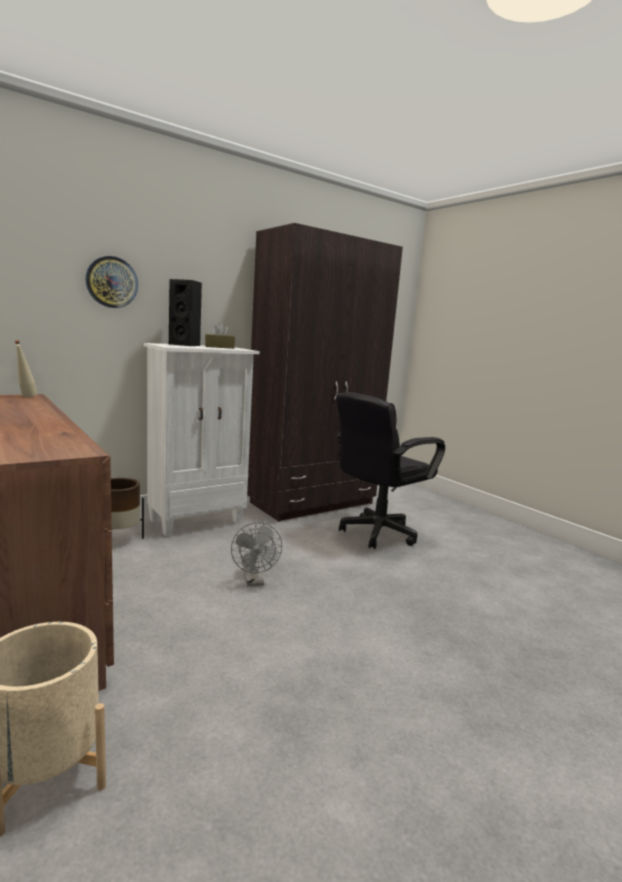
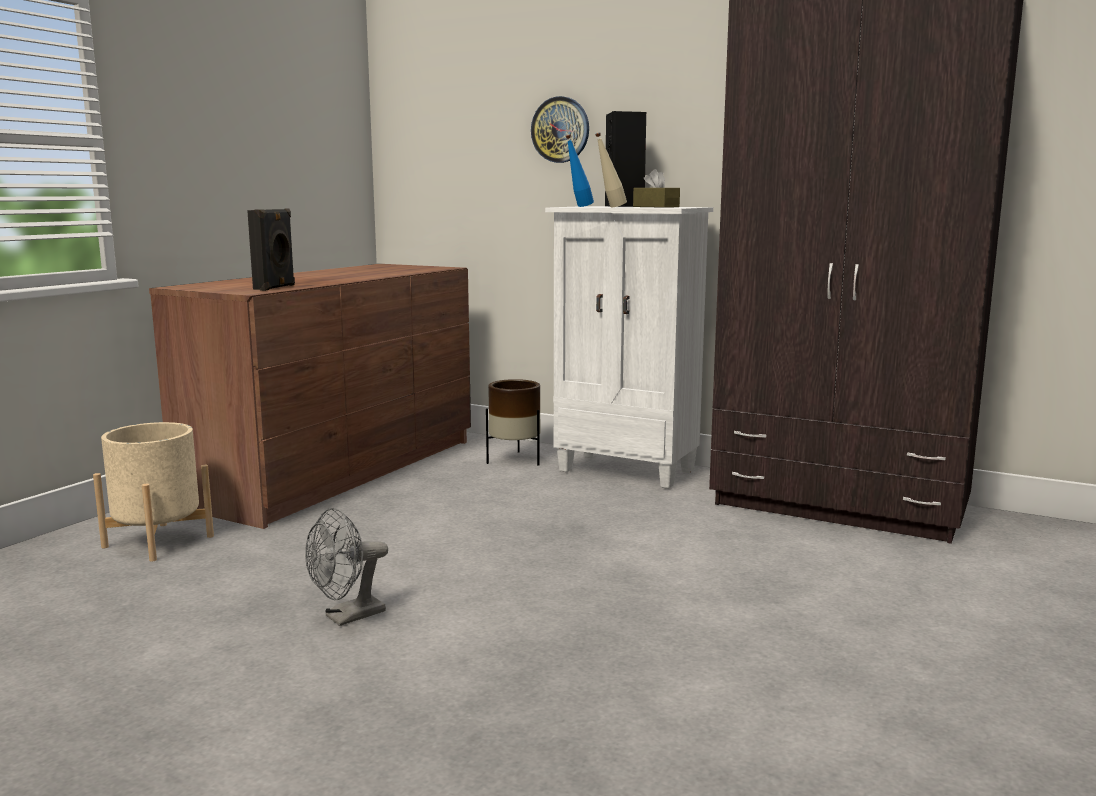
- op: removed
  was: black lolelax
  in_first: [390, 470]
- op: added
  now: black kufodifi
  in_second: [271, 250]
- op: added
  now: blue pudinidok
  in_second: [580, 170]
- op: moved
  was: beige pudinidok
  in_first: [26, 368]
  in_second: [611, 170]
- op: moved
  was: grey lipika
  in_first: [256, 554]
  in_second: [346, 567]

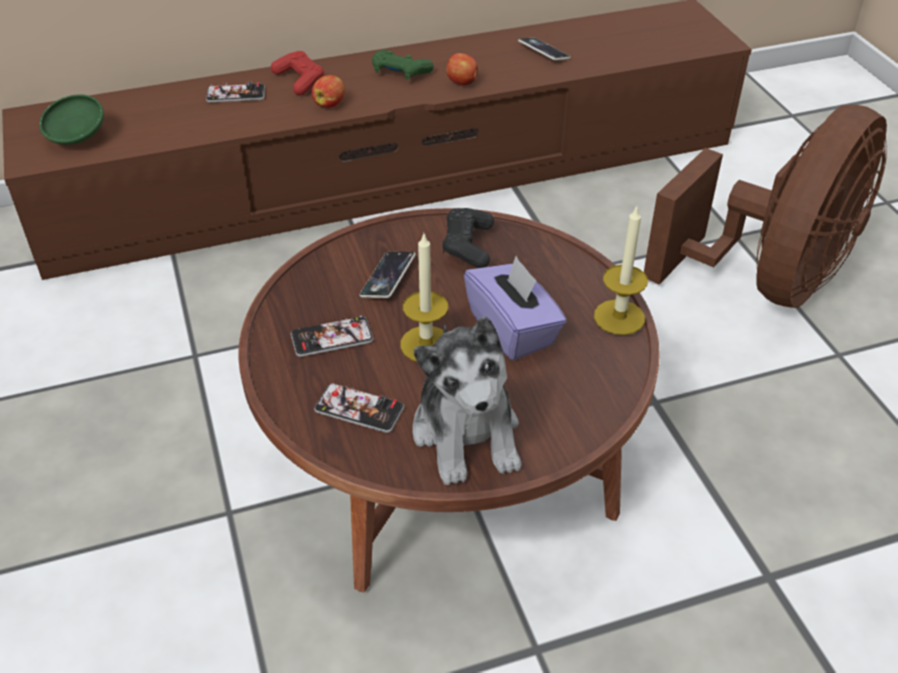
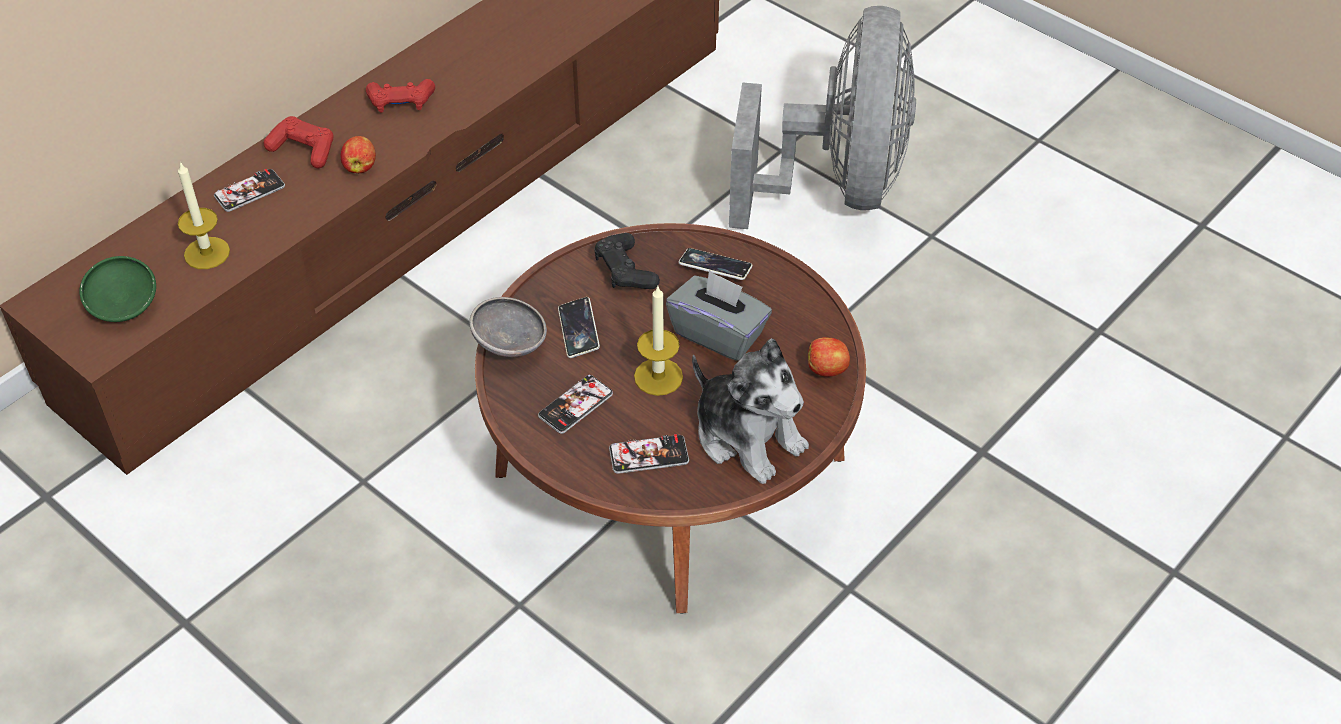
- op: added
  now: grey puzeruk
  in_second: [508, 327]
- op: moved
  was: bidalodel
  in_first: [462, 69]
  in_second: [829, 357]
- op: moved
  was: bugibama
  in_first: [544, 49]
  in_second: [715, 264]
- op: moved
  was: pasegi
  in_first: [621, 270]
  in_second: [204, 215]
- op: recoloured
  was: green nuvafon
  now: red nuvafon
  in_first: [403, 65]
  in_second: [400, 96]
- op: recoloured
  was: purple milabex
  now: grey milabex
  in_first: [515, 308]
  in_second: [719, 315]
- op: recoloured
  was: brown lipika
  now: grey lipika
  in_first: [765, 206]
  in_second: [822, 117]

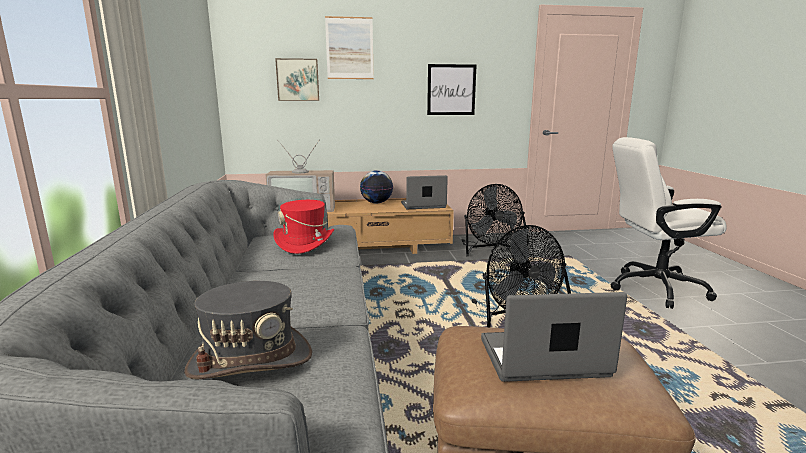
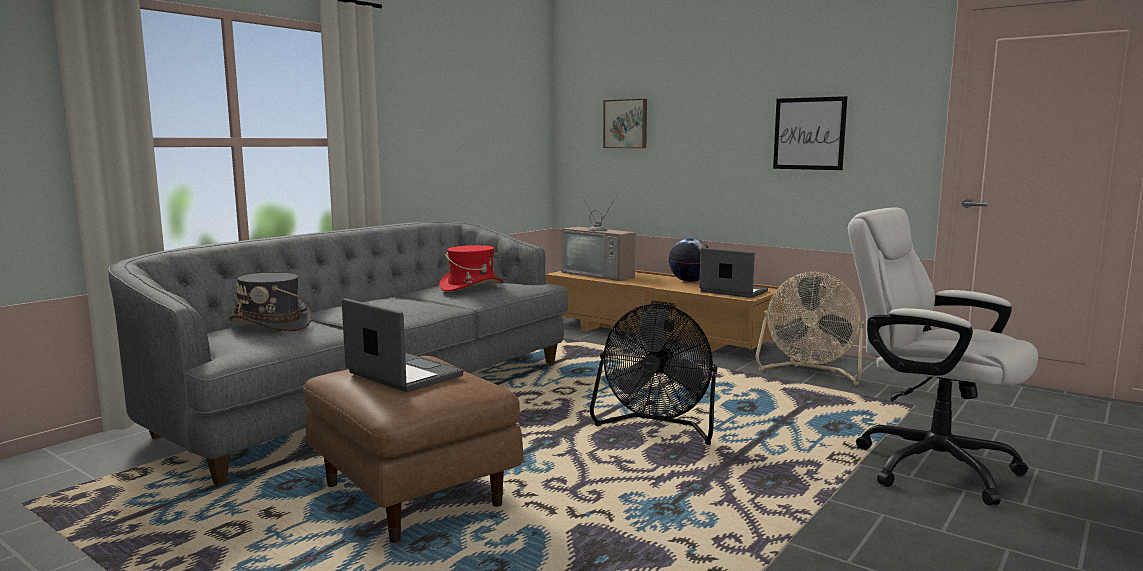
- op: removed
  was: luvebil
  in_first: [349, 47]
- op: recoloured
  was: black lipika
  now: beige lipika
  in_first: [495, 220]
  in_second: [810, 328]

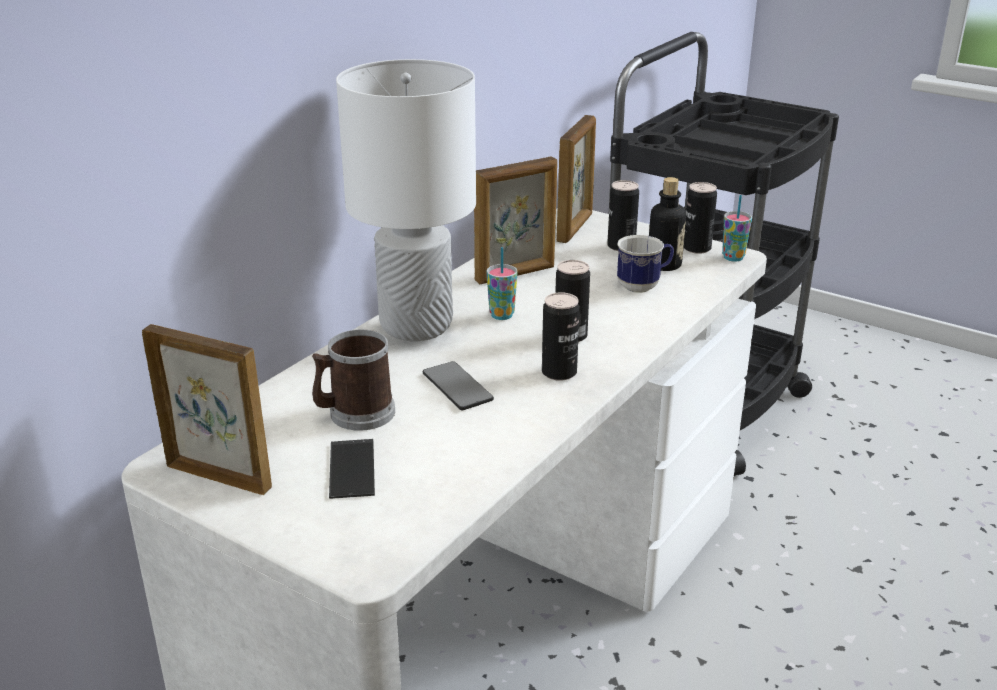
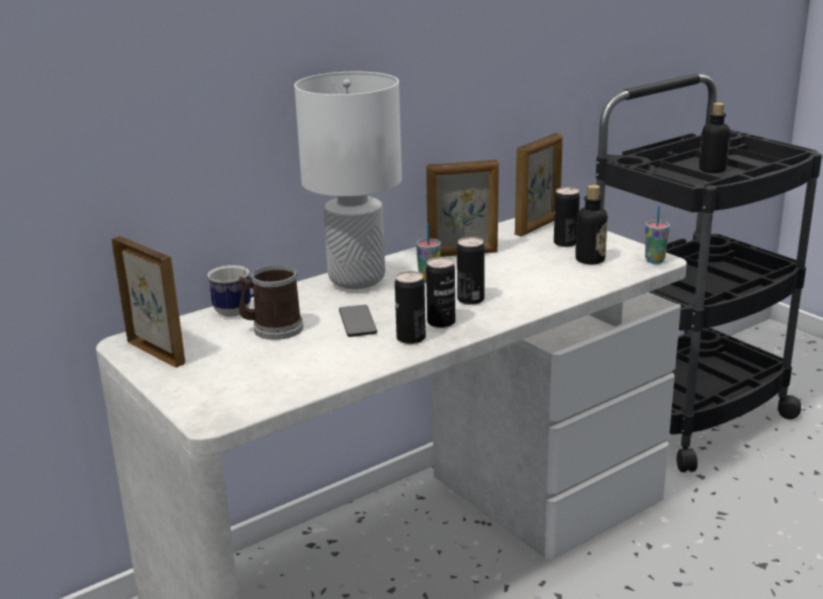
- op: removed
  was: bugibama
  in_first: [352, 469]
- op: added
  now: pudinidok
  in_second: [714, 138]
- op: moved
  was: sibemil
  in_first: [645, 264]
  in_second: [230, 291]
- op: moved
  was: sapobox
  in_first: [700, 218]
  in_second: [410, 307]

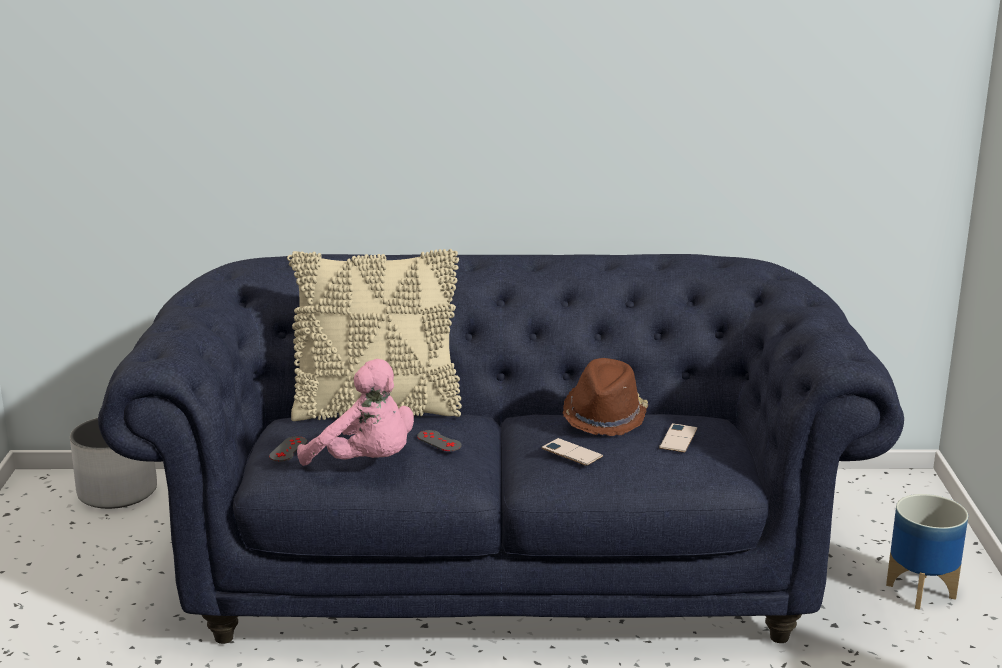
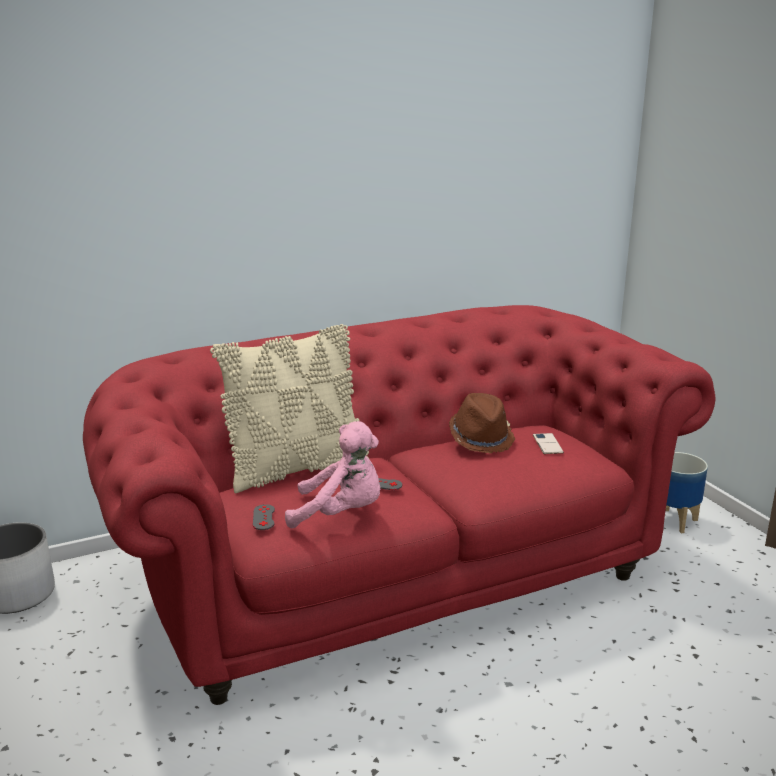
- op: removed
  was: bugibama
  in_first: [572, 452]
- op: recoloured
  was: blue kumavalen
  now: red kumavalen
  in_first: [501, 449]
  in_second: [399, 505]

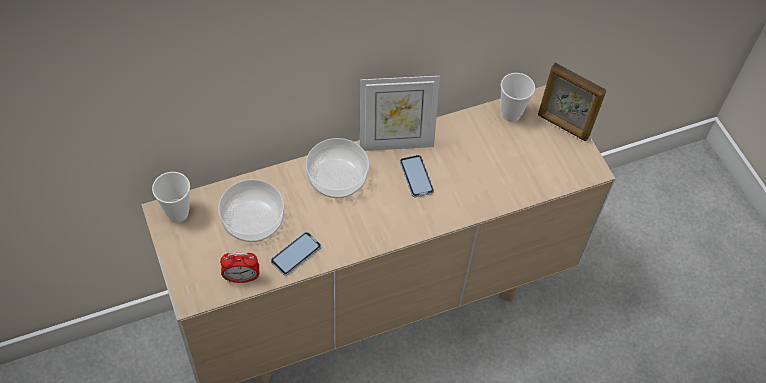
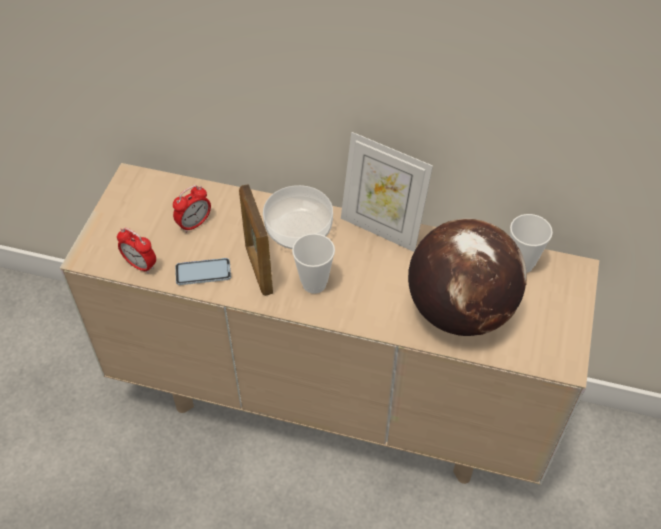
- op: removed
  was: bugibama
  in_first: [417, 176]
- op: added
  now: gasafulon
  in_second: [467, 277]
- op: moved
  was: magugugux
  in_first: [171, 197]
  in_second: [313, 263]
- op: moved
  was: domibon
  in_first: [572, 102]
  in_second: [256, 240]
- op: replaced
  was: puzeruk
  now: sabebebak
  in_first: [251, 210]
  in_second: [192, 209]

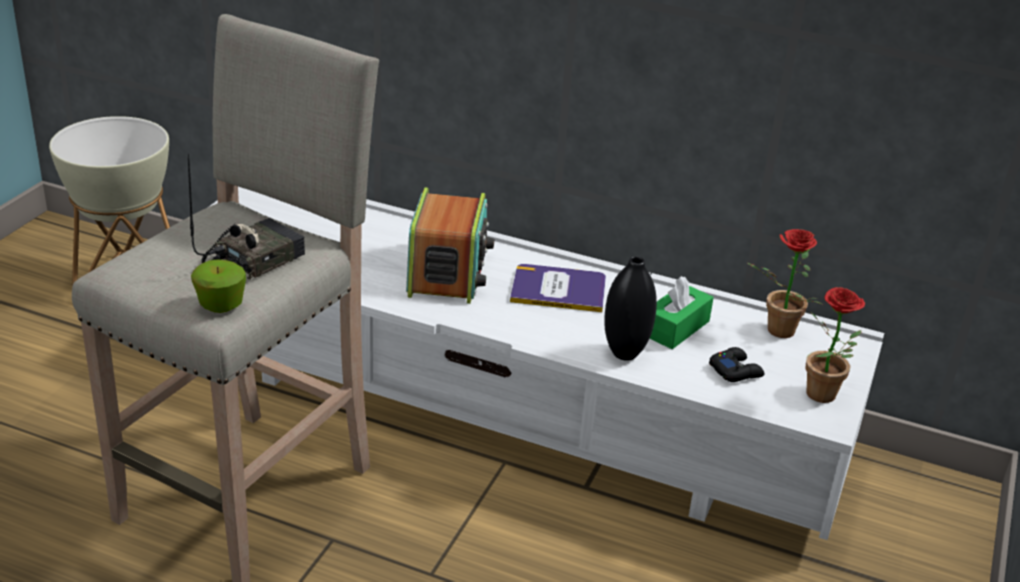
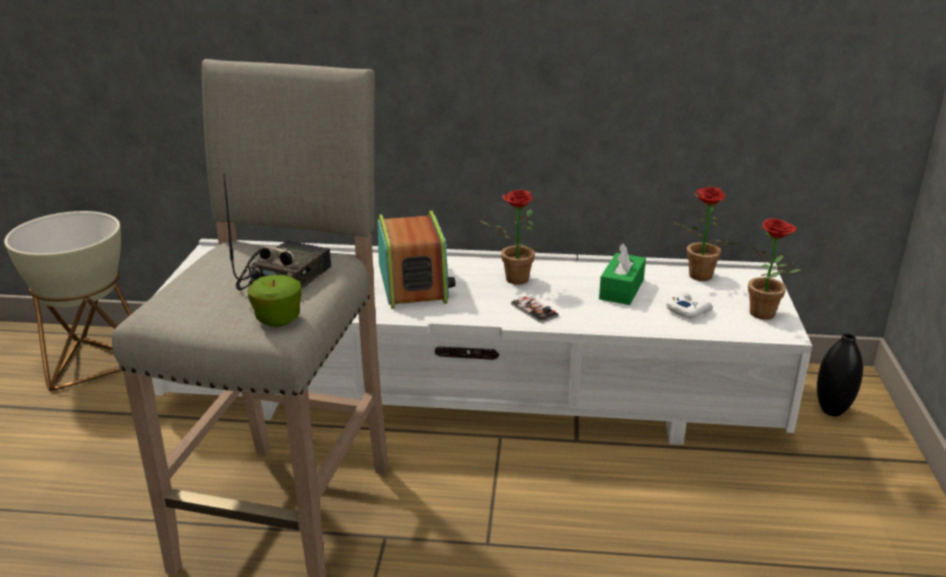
- op: added
  now: bugibama
  in_second: [535, 308]
- op: moved
  was: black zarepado
  in_first: [630, 308]
  in_second: [840, 374]
- op: replaced
  was: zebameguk
  now: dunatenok
  in_first: [558, 288]
  in_second: [510, 237]
- op: recoloured
  was: black nuvafon
  now: white nuvafon
  in_first: [736, 364]
  in_second: [689, 305]

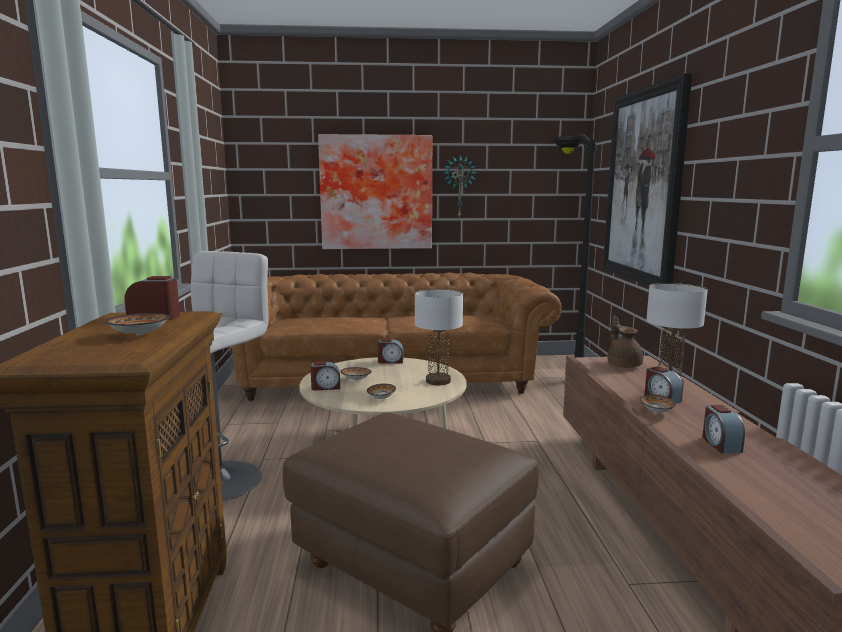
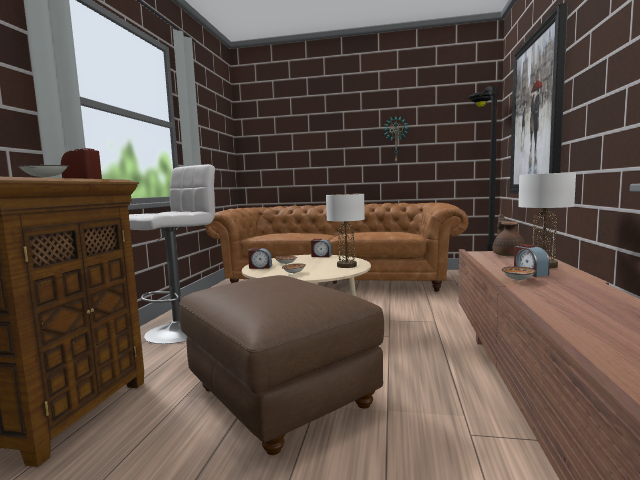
- op: removed
  was: luvebil
  in_first: [375, 191]
- op: removed
  was: sabebebak
  in_first: [723, 429]

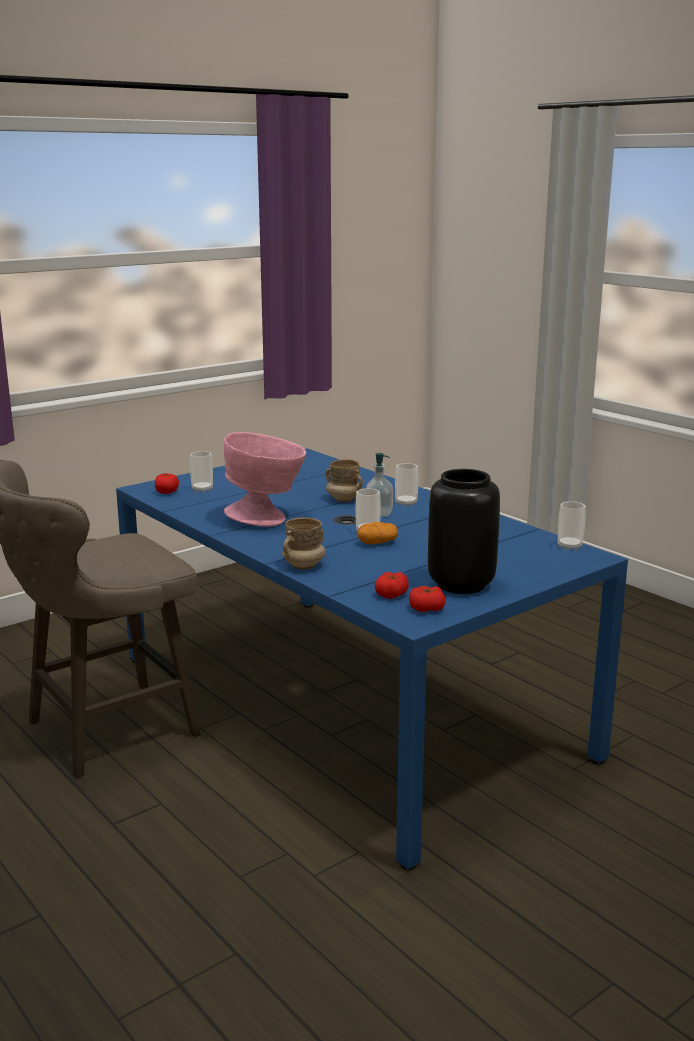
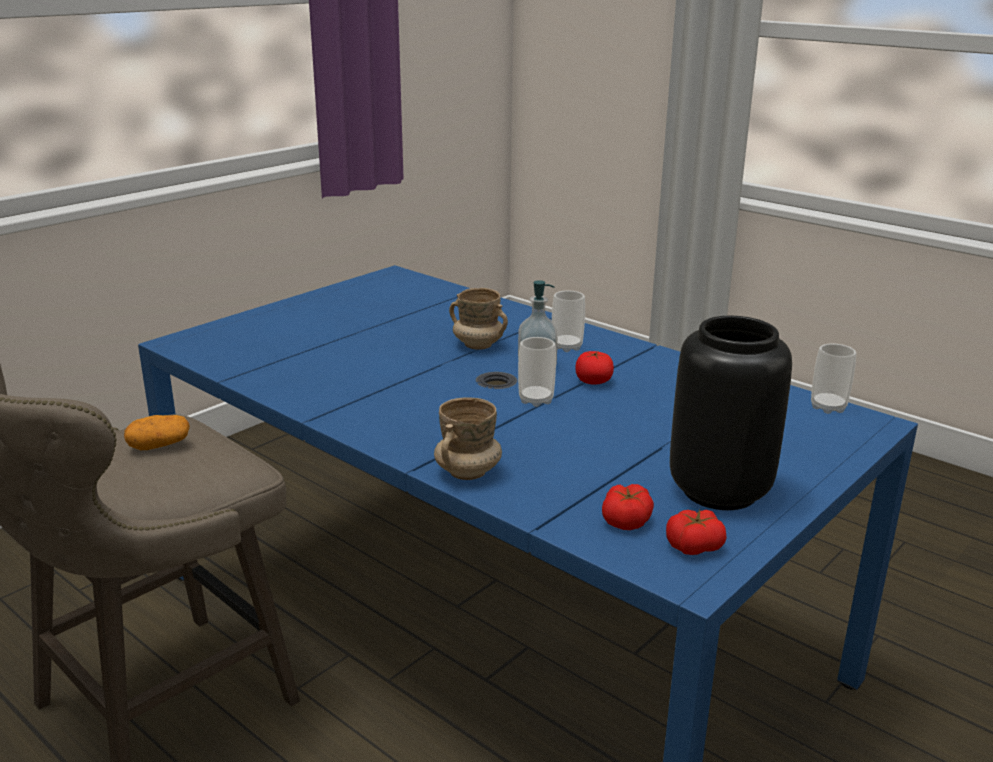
- op: removed
  was: magugugux
  in_first: [201, 472]
- op: removed
  was: pink puzeruk
  in_first: [265, 479]
- op: moved
  was: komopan
  in_first: [167, 483]
  in_second: [594, 368]
- op: moved
  was: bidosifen
  in_first: [377, 533]
  in_second: [157, 432]

